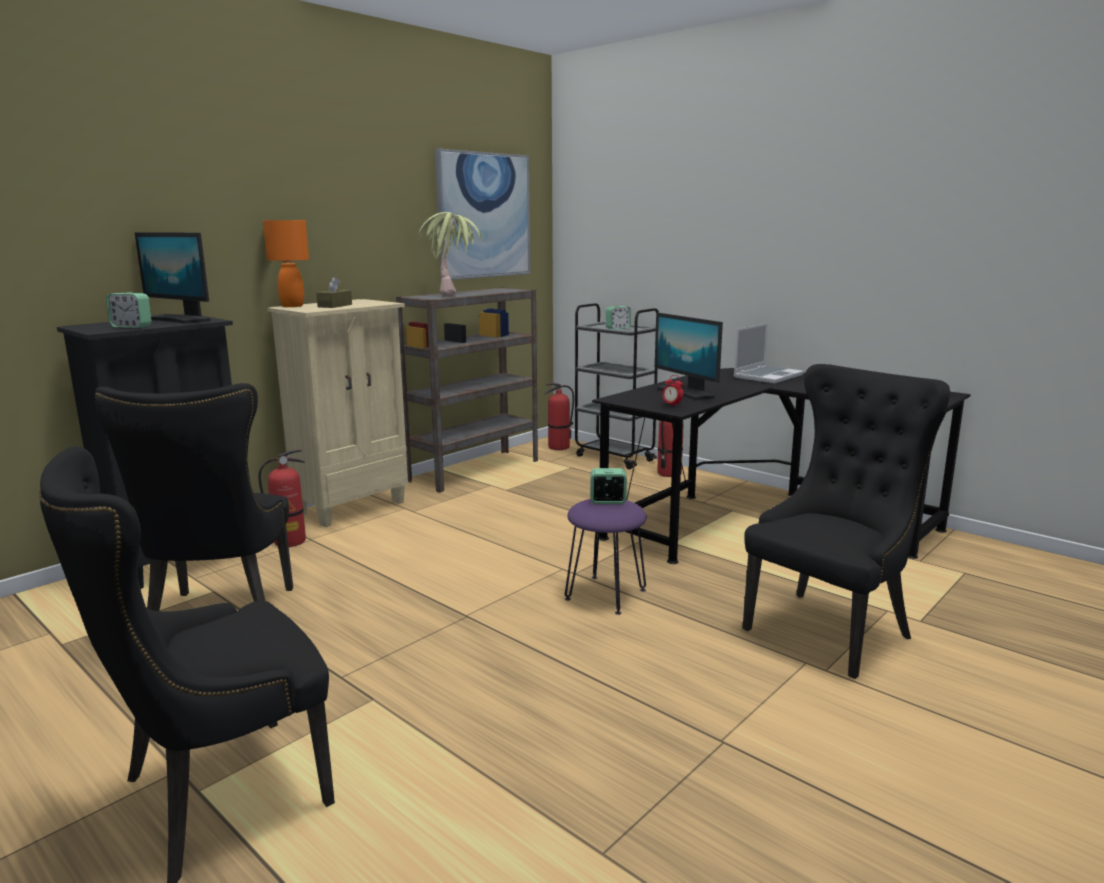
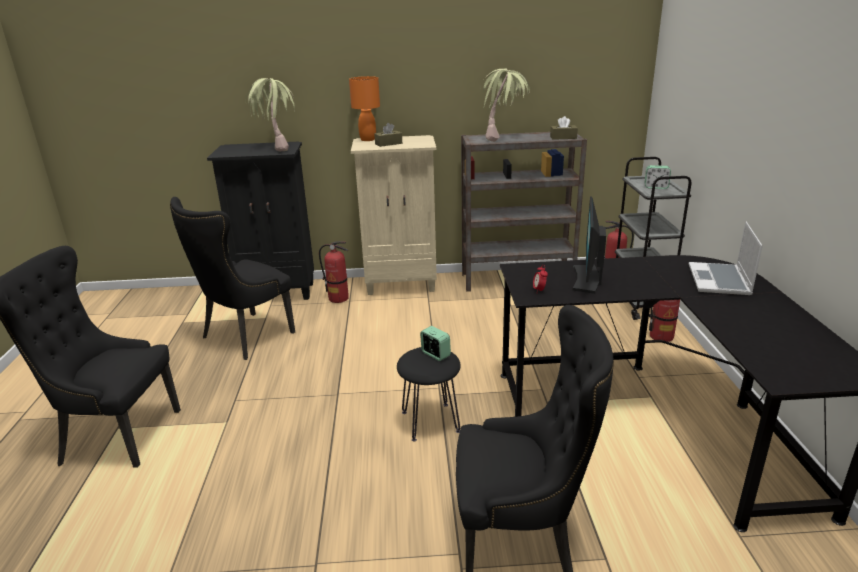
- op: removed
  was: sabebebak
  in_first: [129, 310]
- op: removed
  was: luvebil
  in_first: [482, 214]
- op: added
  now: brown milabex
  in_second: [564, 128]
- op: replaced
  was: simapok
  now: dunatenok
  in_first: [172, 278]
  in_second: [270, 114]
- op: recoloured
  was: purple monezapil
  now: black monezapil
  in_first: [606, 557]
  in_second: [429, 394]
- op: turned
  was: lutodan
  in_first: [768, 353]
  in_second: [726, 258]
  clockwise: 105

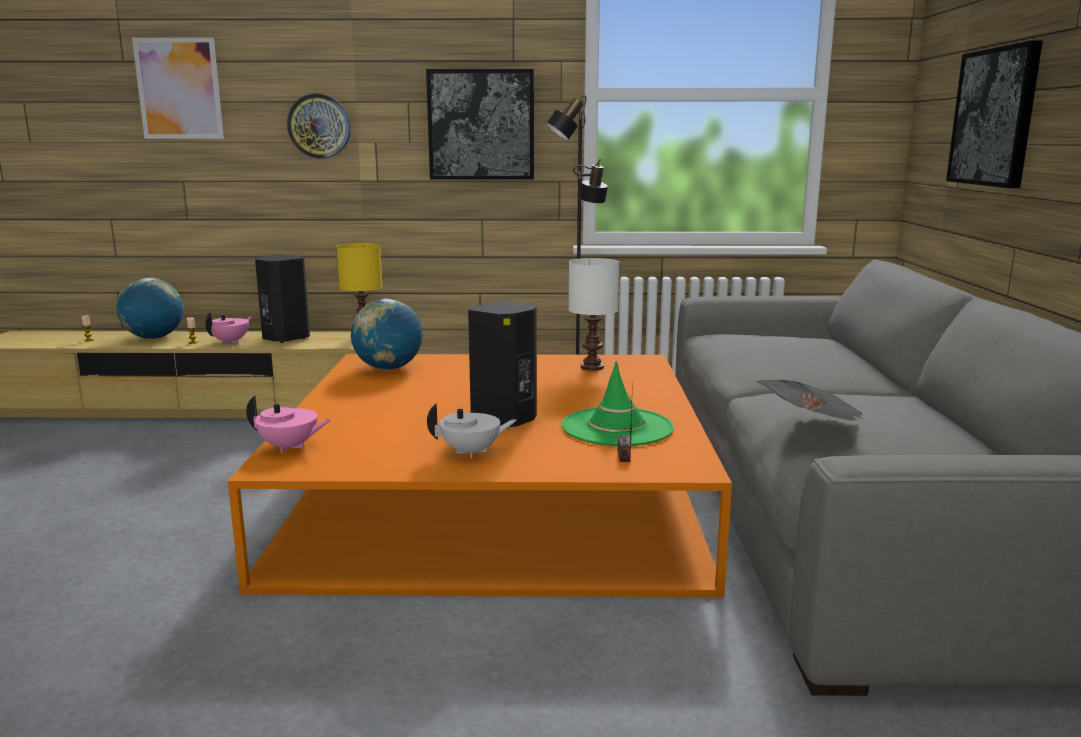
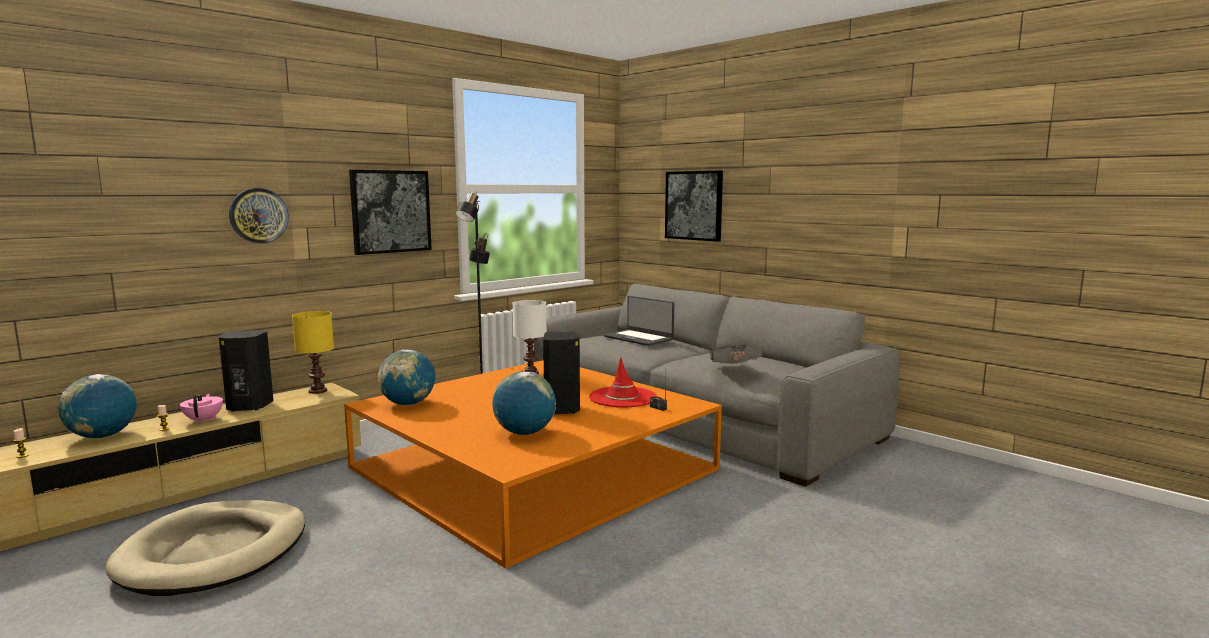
- op: removed
  was: luvebil
  in_first: [178, 88]
- op: removed
  was: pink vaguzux
  in_first: [288, 424]
- op: removed
  was: white vaguzux
  in_first: [472, 430]
- op: added
  now: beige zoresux
  in_second: [205, 548]
- op: added
  now: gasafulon
  in_second: [524, 403]
- op: added
  now: lutodan
  in_second: [639, 321]
- op: recoloured
  was: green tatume
  now: red tatume
  in_first: [617, 403]
  in_second: [623, 382]

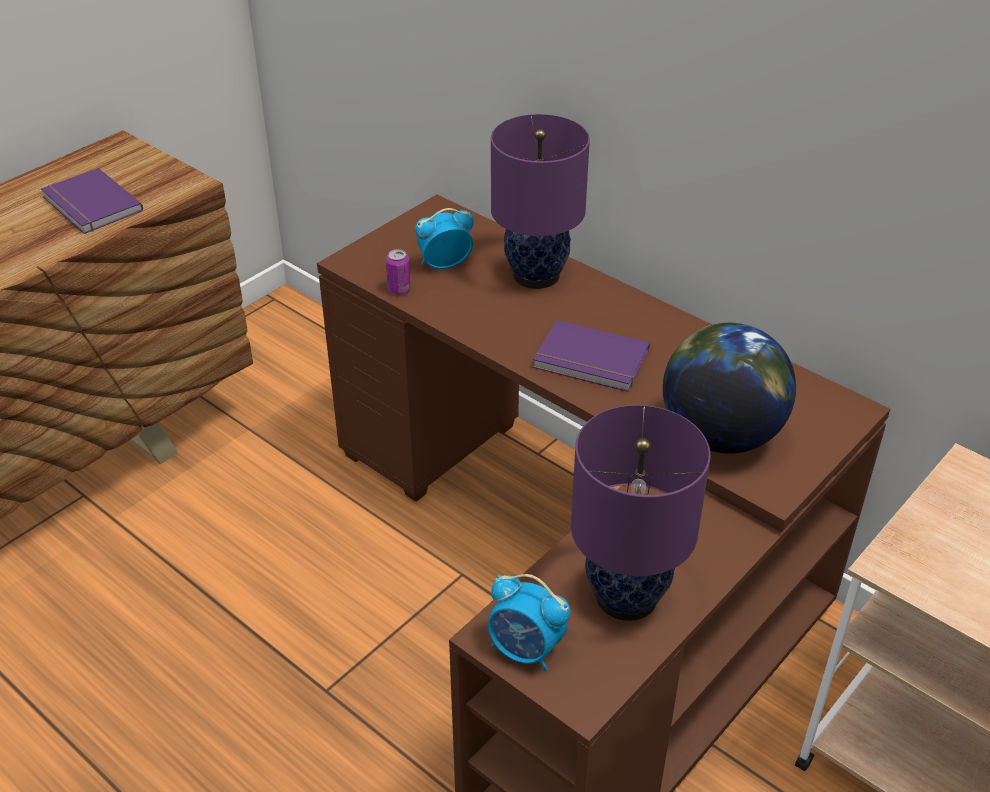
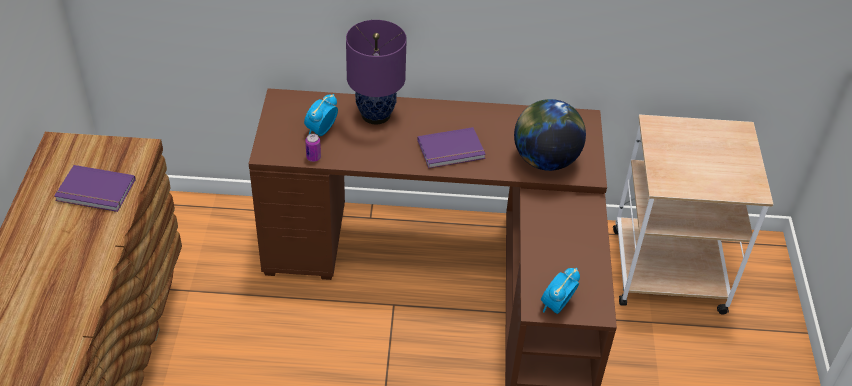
- op: removed
  was: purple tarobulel
  in_first: [641, 513]
- op: turned
  was: sabebebak
  in_first: [529, 622]
  in_second: [560, 291]
  clockwise: 135

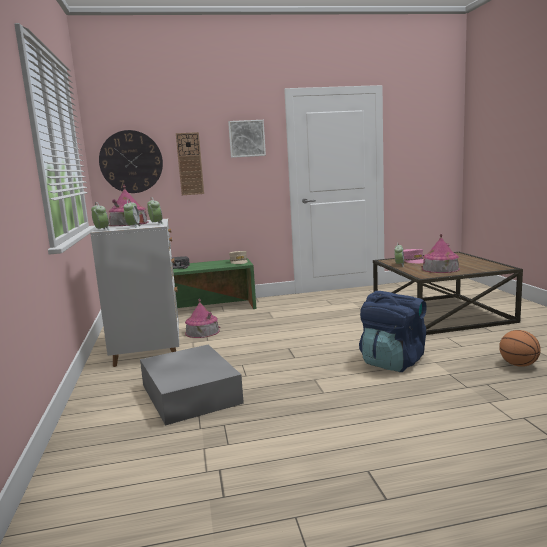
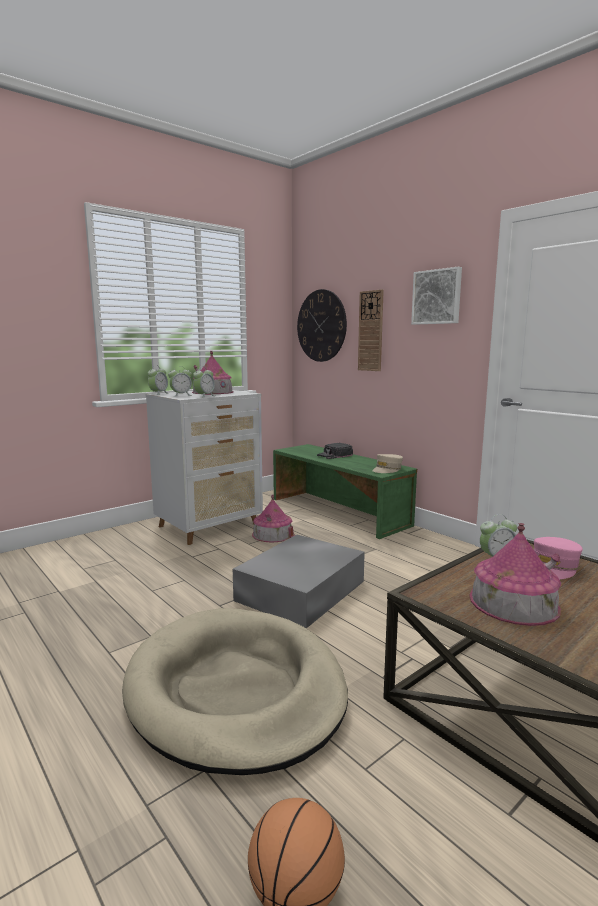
- op: moved
  was: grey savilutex
  in_first: [192, 385]
  in_second: [299, 581]
- op: replaced
  was: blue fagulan
  now: beige zoresux
  in_first: [393, 331]
  in_second: [235, 691]

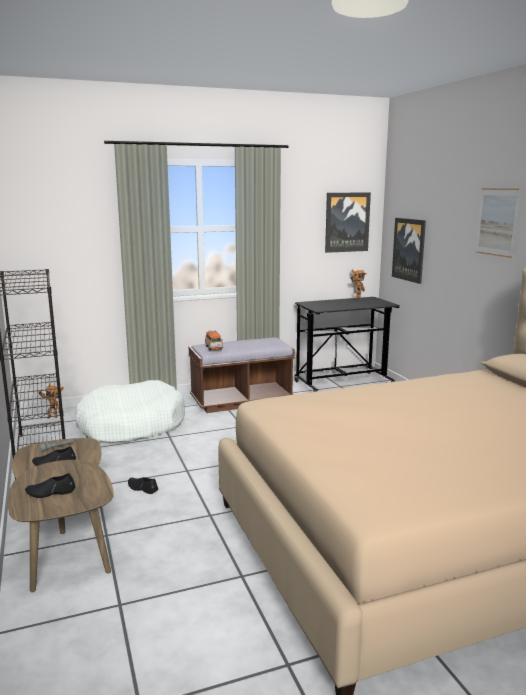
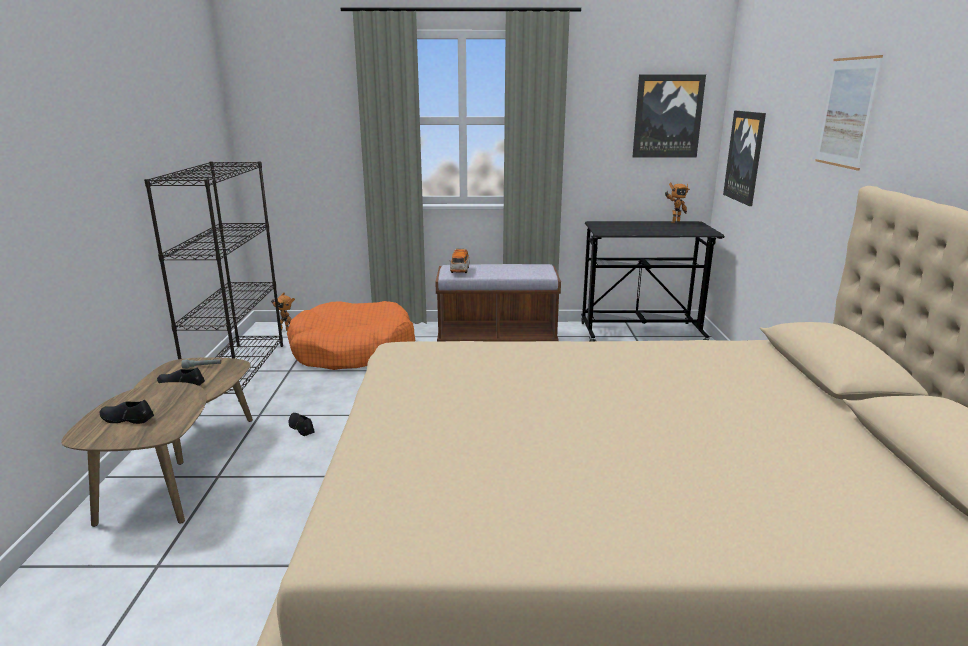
- op: recoloured
  was: white zoresux
  now: orange zoresux
  in_first: [130, 411]
  in_second: [351, 335]

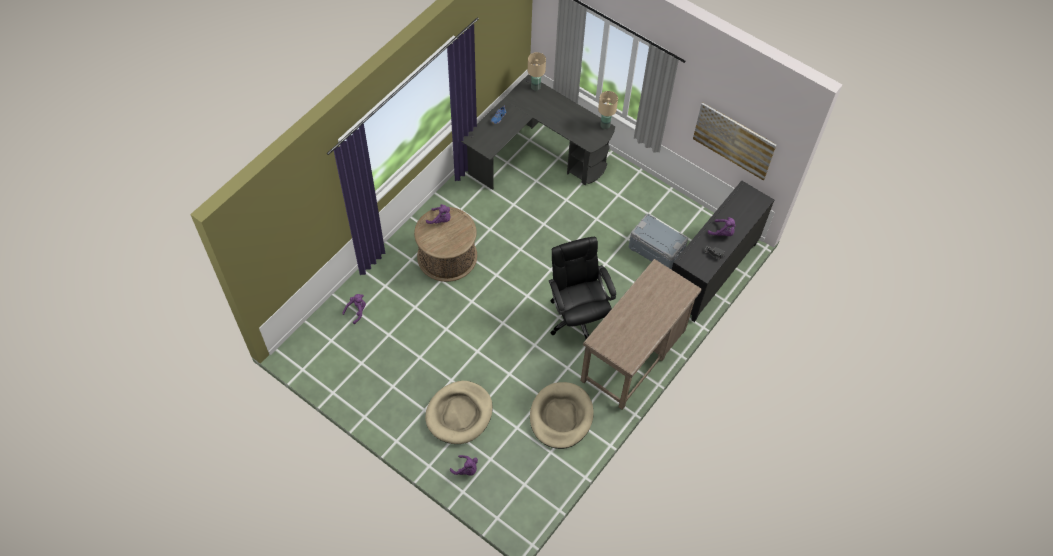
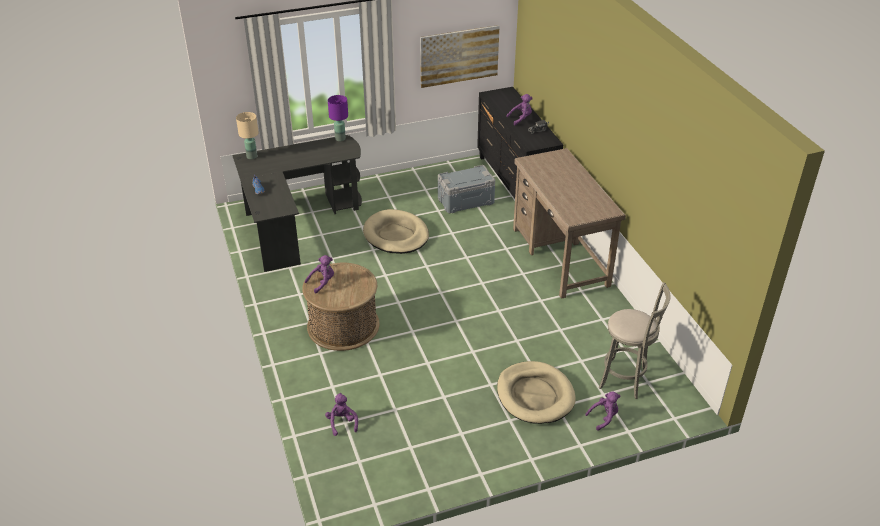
- op: removed
  was: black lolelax
  in_first: [582, 288]
- op: added
  now: grey monezapil
  in_second: [635, 340]
- op: moved
  was: beige zoresux
  in_first: [562, 415]
  in_second: [396, 231]
- op: recoloured
  was: beige tarobulel
  now: purple tarobulel
  in_first: [608, 110]
  in_second: [338, 118]

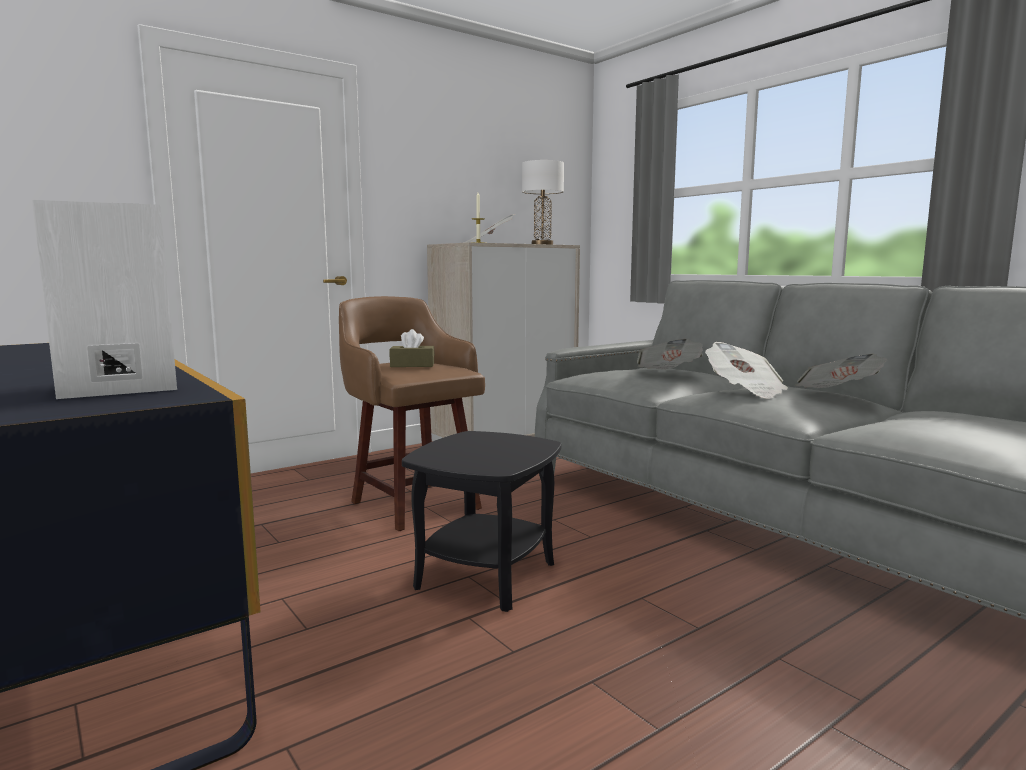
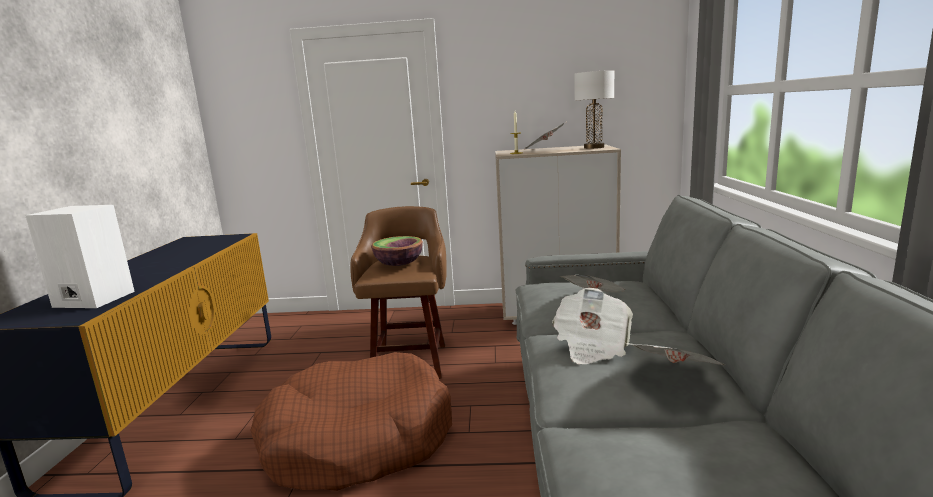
- op: replaced
  was: brown milabex
  now: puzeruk
  in_first: [412, 348]
  in_second: [397, 251]
- op: replaced
  was: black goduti
  now: brown zoresux
  in_first: [481, 521]
  in_second: [351, 421]

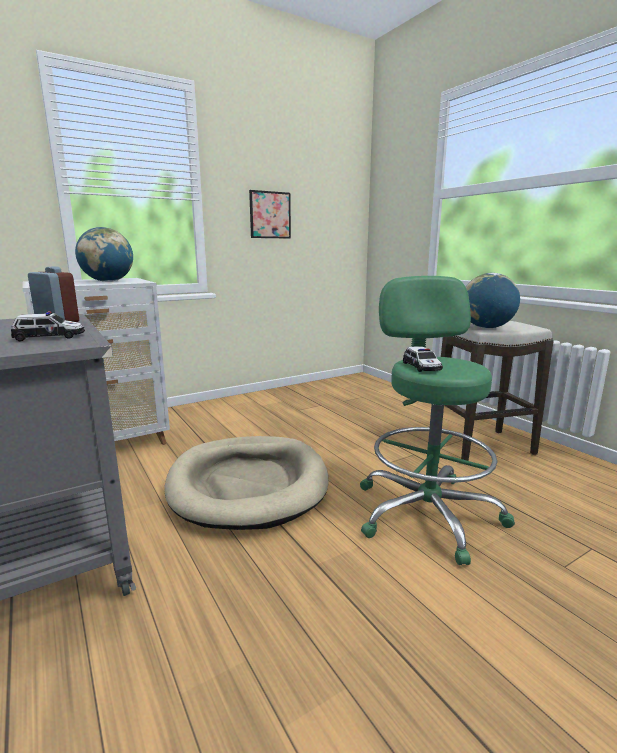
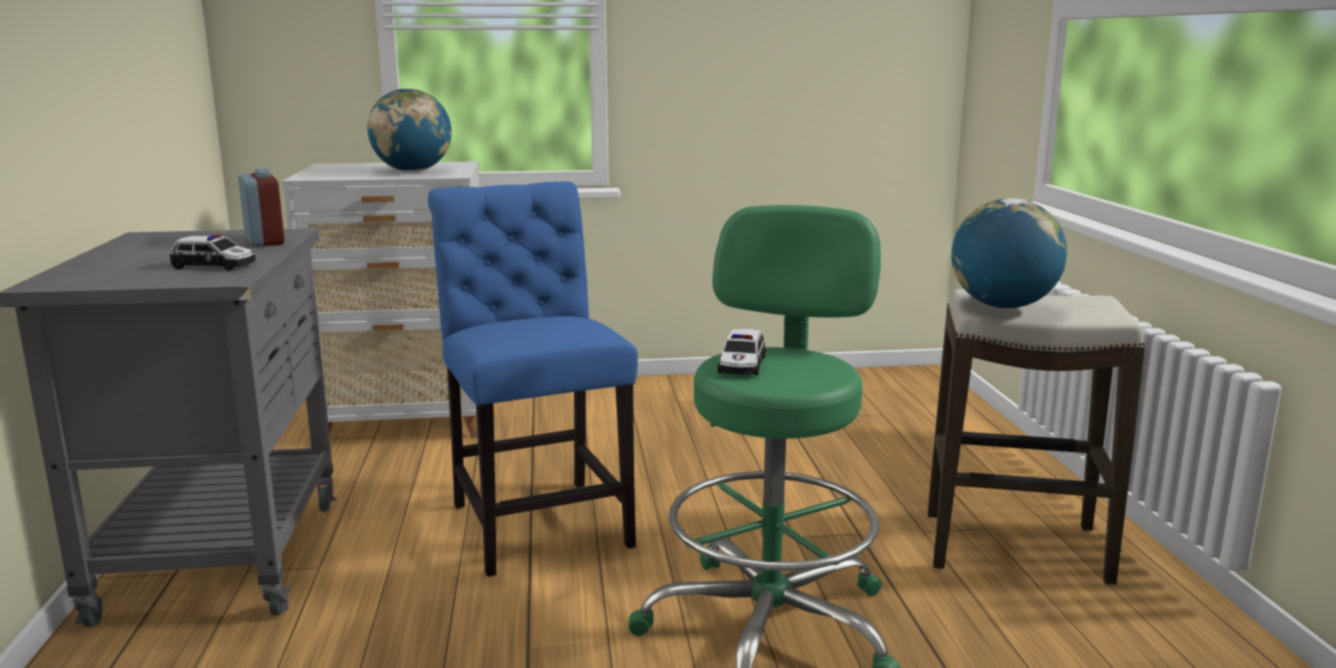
- op: removed
  was: luvebil
  in_first: [270, 214]
- op: replaced
  was: beige zoresux
  now: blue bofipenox
  in_first: [246, 483]
  in_second: [533, 379]

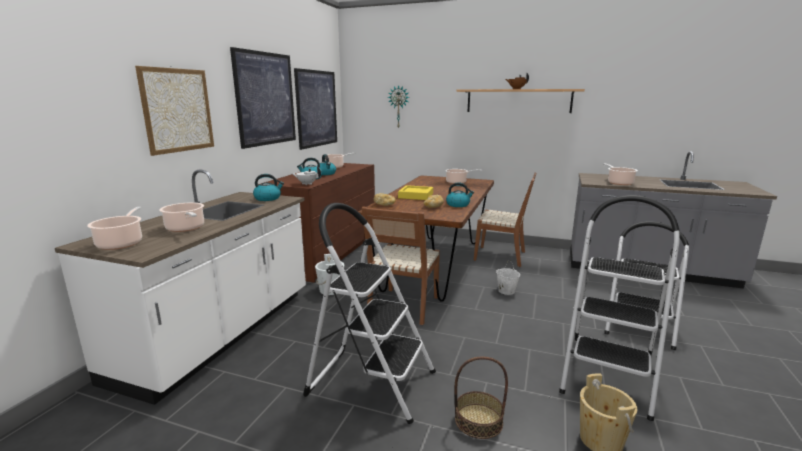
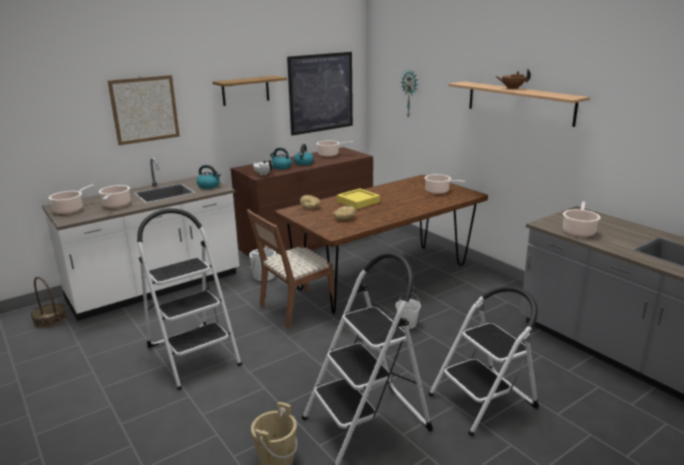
- op: removed
  was: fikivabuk
  in_first: [460, 194]
- op: removed
  was: bofipenox
  in_first: [505, 219]
- op: moved
  was: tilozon
  in_first: [481, 398]
  in_second: [49, 302]
- op: replaced
  was: luvebil
  now: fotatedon
  in_first: [263, 98]
  in_second: [250, 91]

